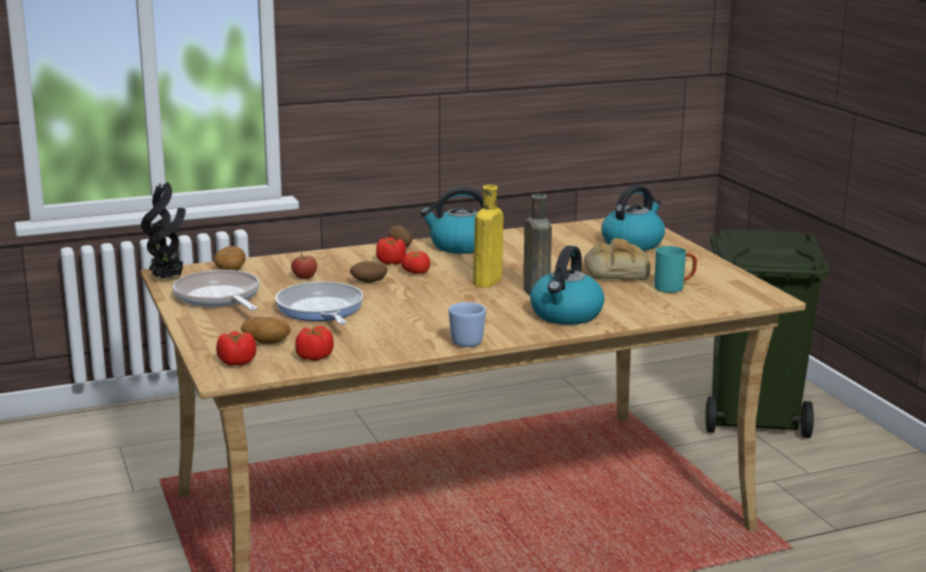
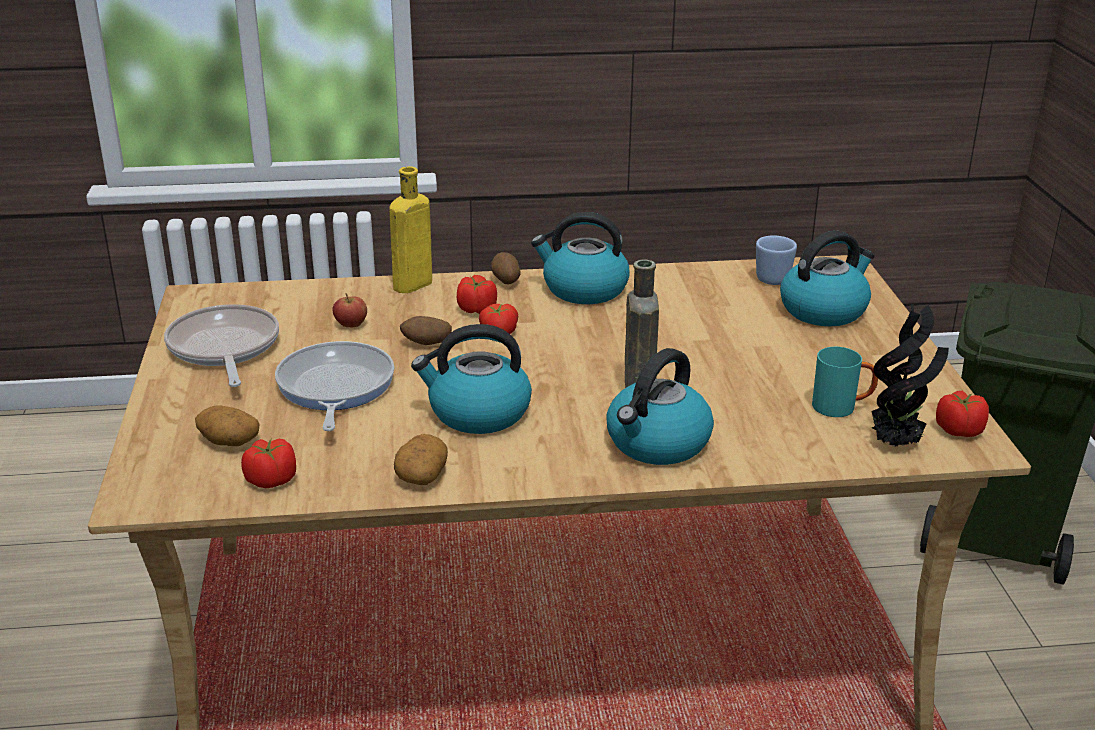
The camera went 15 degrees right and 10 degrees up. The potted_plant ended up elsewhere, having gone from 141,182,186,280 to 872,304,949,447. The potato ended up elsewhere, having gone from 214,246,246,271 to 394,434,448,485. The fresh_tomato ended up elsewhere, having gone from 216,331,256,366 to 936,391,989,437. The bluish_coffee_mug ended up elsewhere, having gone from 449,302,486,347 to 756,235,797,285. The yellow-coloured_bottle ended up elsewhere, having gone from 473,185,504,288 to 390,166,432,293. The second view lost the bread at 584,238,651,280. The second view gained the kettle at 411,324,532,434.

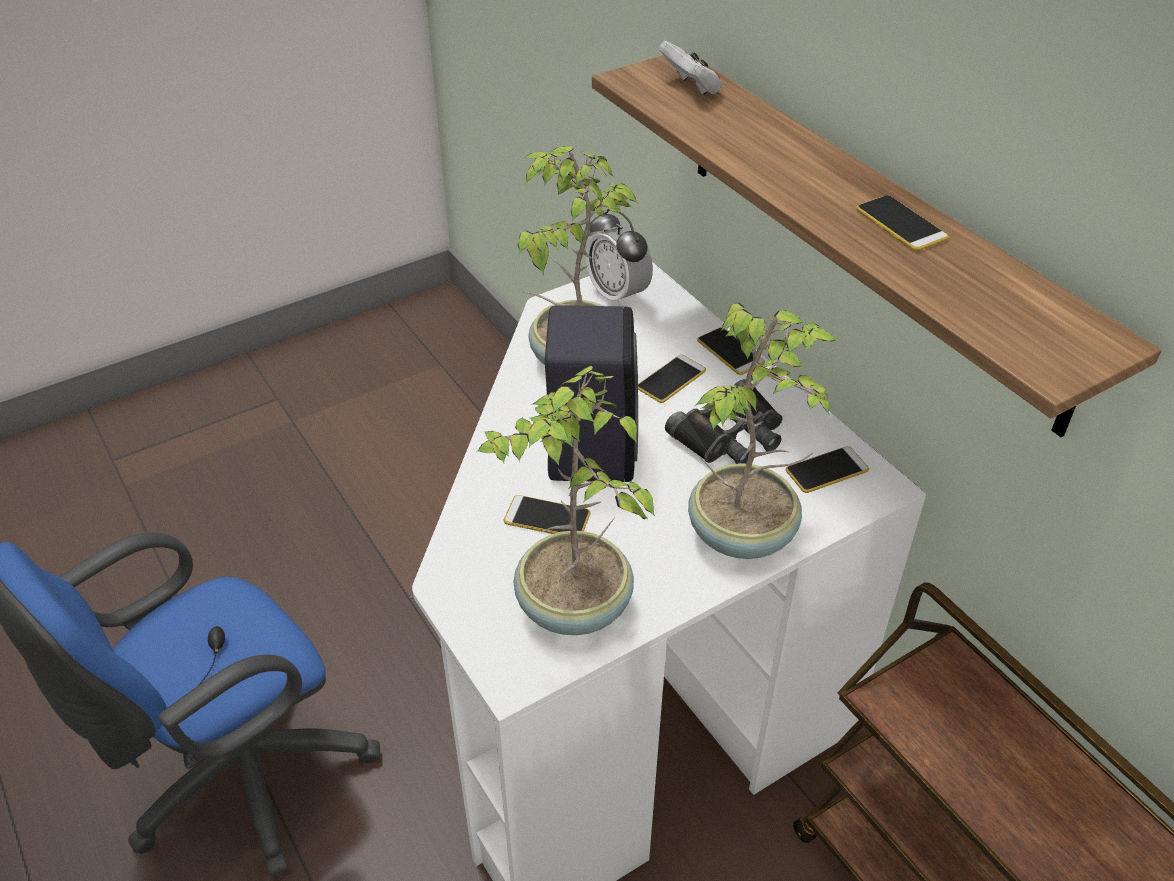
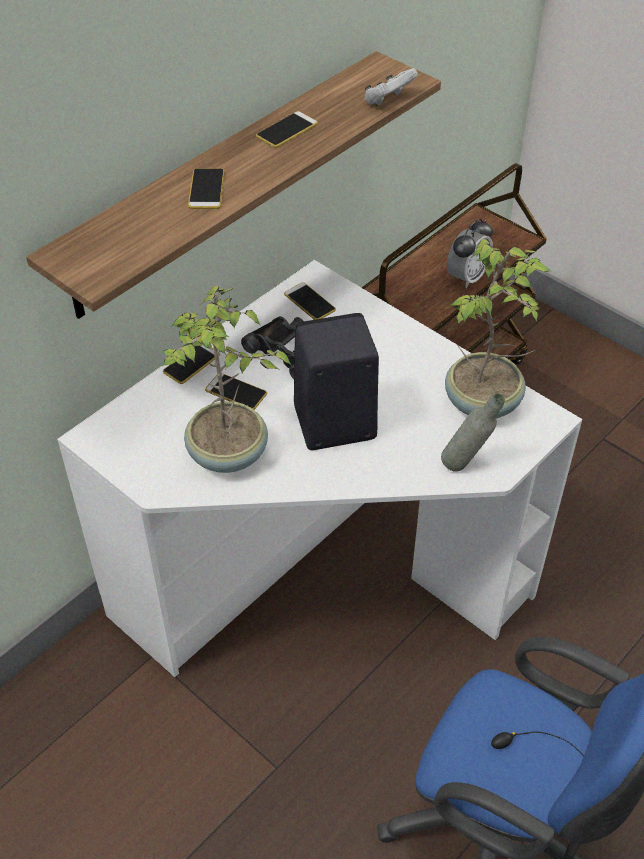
The camera went 105 degrees left and 5 degrees up. The telephone ended up elsewhere, having gone from 504,495,590,534 to 188,168,225,209. The bedside_clock ended up elsewhere, having gone from 586,209,653,306 to 447,218,493,288. The whitish_joypad ended up elsewhere, having gone from 659,41,722,95 to 365,68,418,106. The second view lost the potted_plant at 688,302,839,559. The second view gained the gray_bottle at 441,393,505,472.

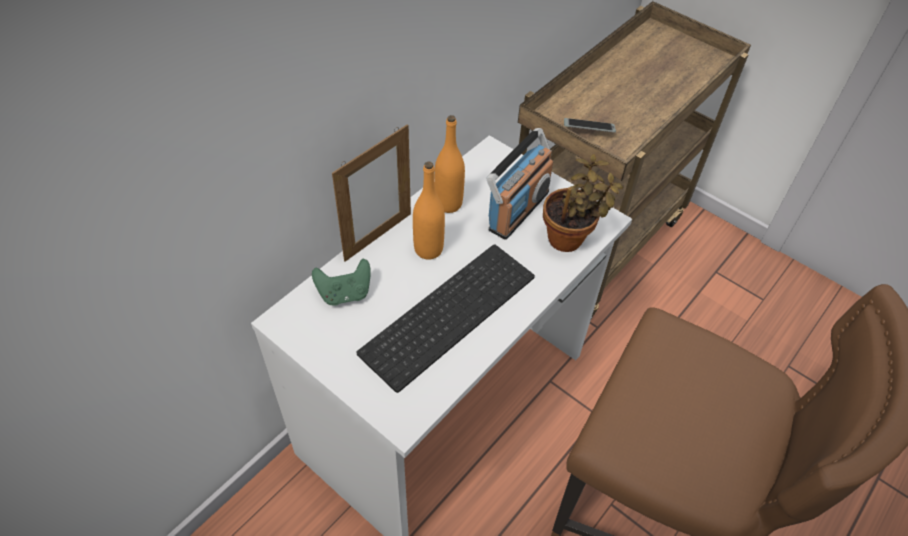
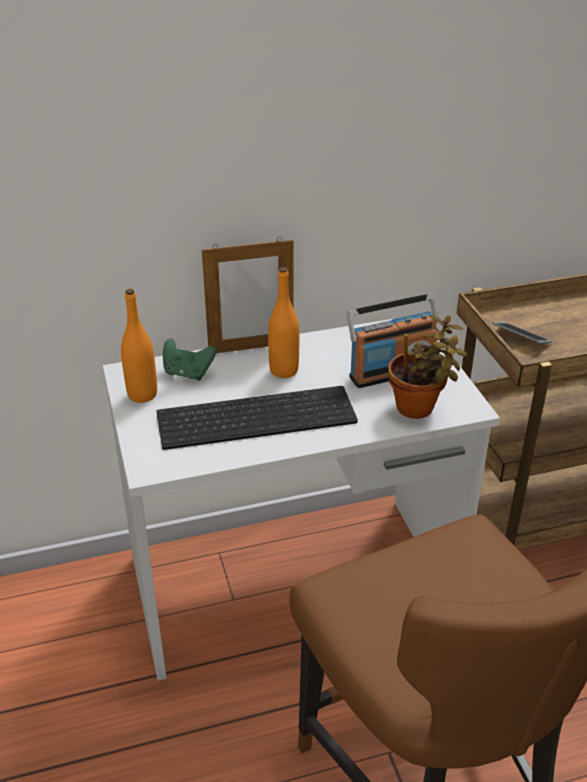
The camera went 35 degrees right and 15 degrees down. The orangey_bottle ended up elsewhere, having gone from 434,115,465,213 to 121,289,157,403.

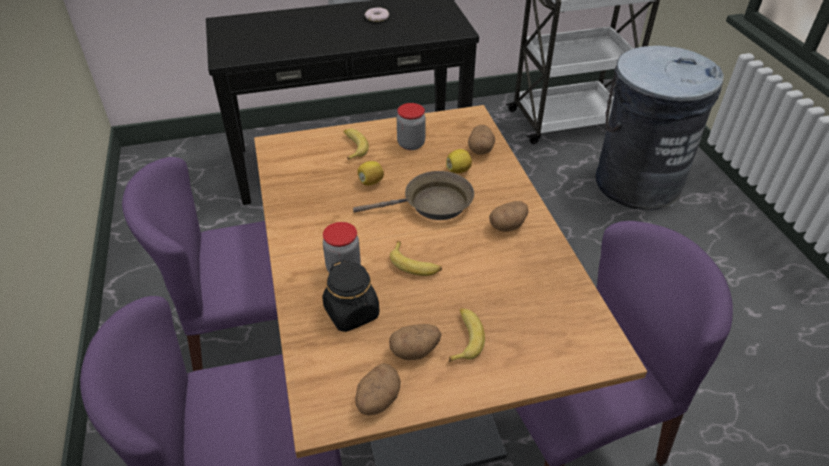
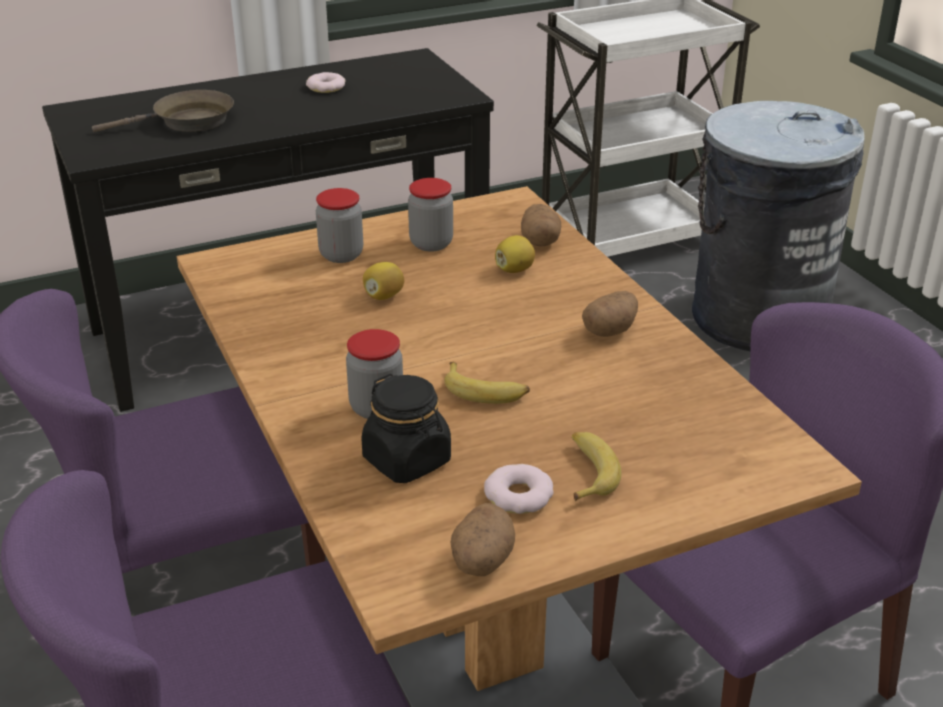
The camera went 10 degrees left and 10 degrees down. Where the banana stood at 343,129,369,161, the storage_jar came to stand at 316,188,363,263. The brown_frying_pan ended up elsewhere, having gone from 353,171,474,220 to 92,90,234,132. Where the potato stood at 389,324,442,360, the donut came to stand at 484,464,553,514.

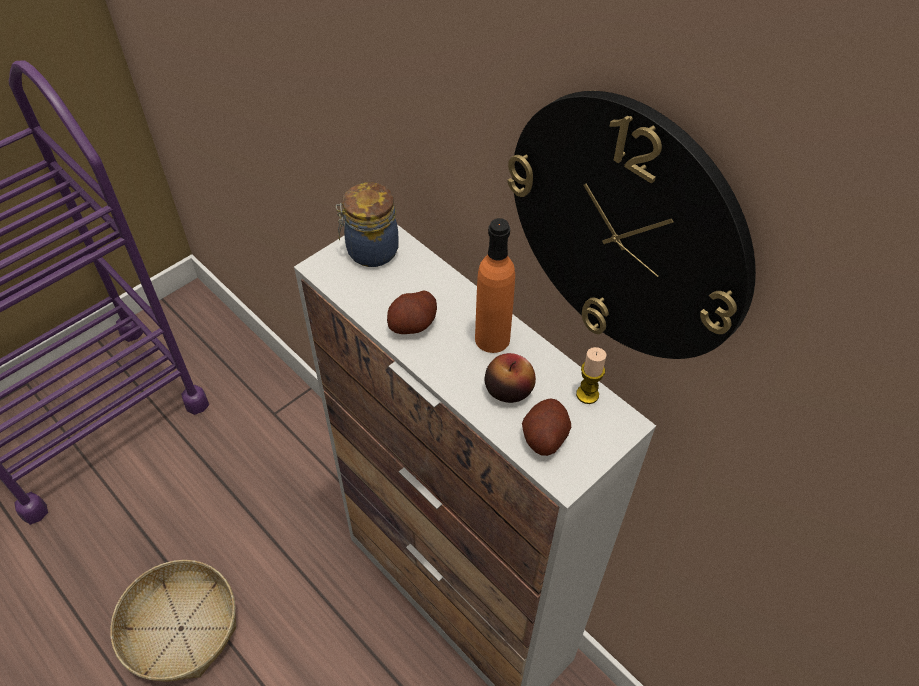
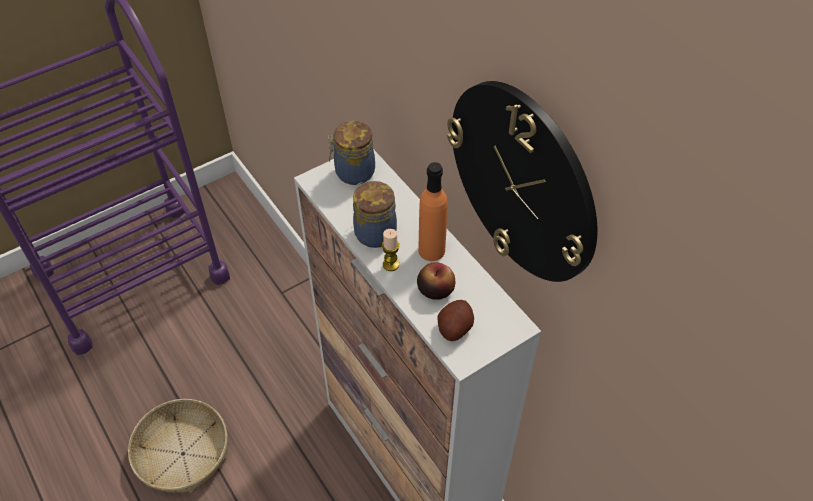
The camera went 10 degrees right and 0 degrees up. Where the potato stood at 387,290,437,334, the storage_jar came to stand at 353,181,397,248. The wax_candle ended up elsewhere, having gone from 576,347,606,404 to 382,229,399,271.

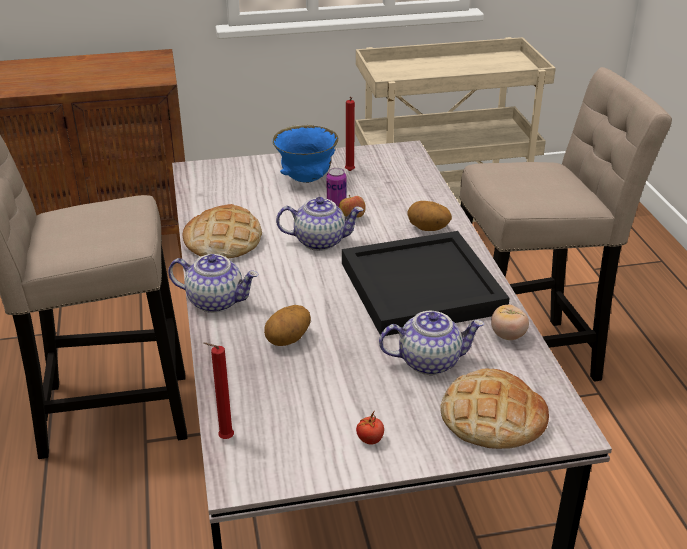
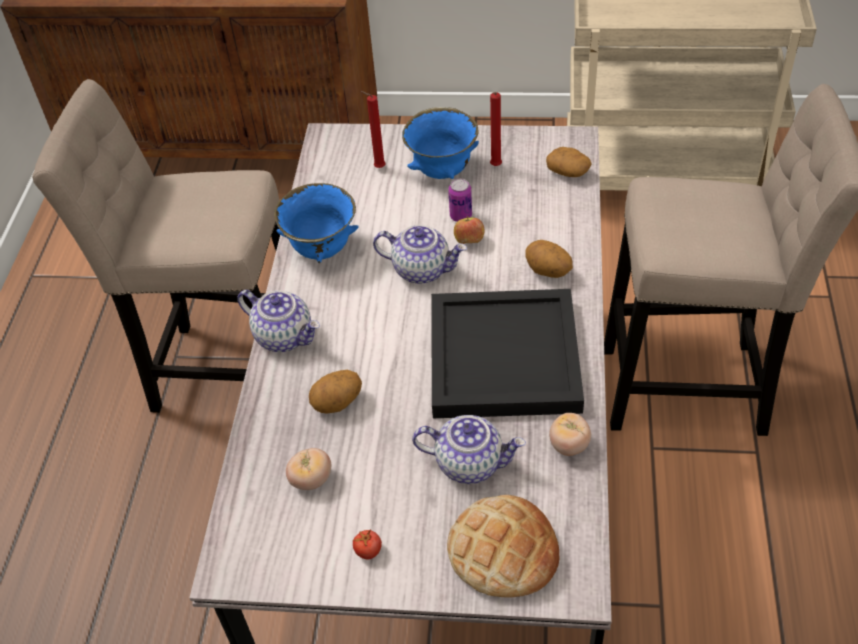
The camera went 20 degrees right and 15 degrees up. Where the bread stood at 182,204,262,258, the bluish_serving_bowl came to stand at 274,183,359,263. The reddish_wax_candle ended up elsewhere, having gone from 203,342,234,439 to 360,91,386,168. The second view gained the fresh_tomato at 286,448,331,490. The second view gained the potato at 546,147,591,177.

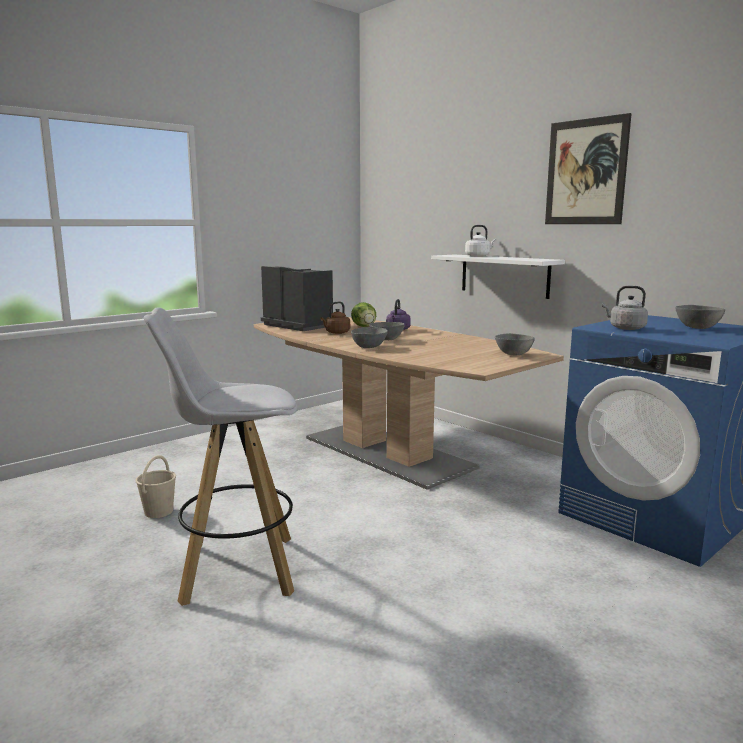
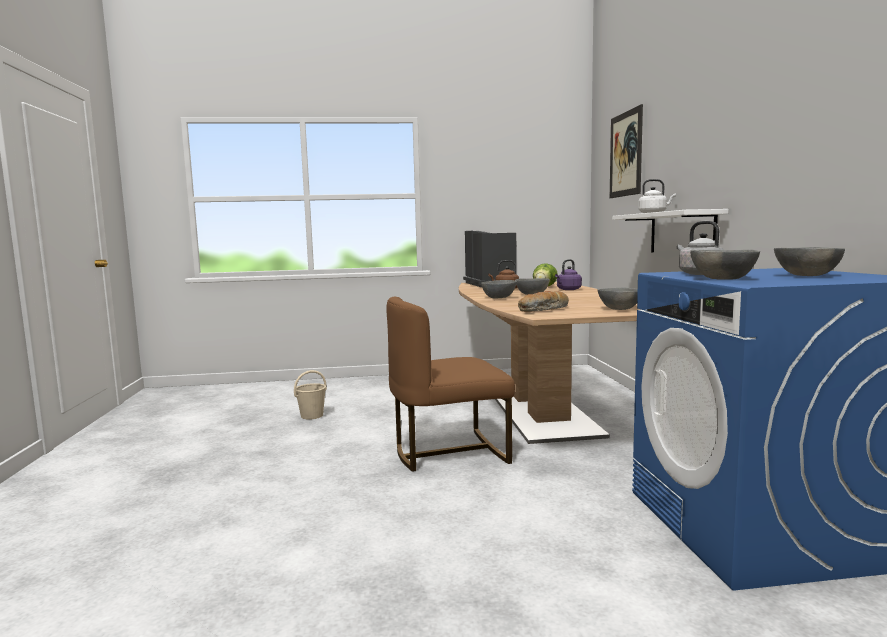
The camera went 35 degrees right and 5 degrees down. The second view lost the whitish_stool_seat at 144,307,298,606. The wall_picture ended up elsewhere, having gone from 545,113,632,224 to 610,104,643,198. The second view gained the brown_plain_chair at 386,297,515,472. The second view gained the bread at 518,291,569,312. The second view gained the gray_serving_bowl at 690,250,760,280.

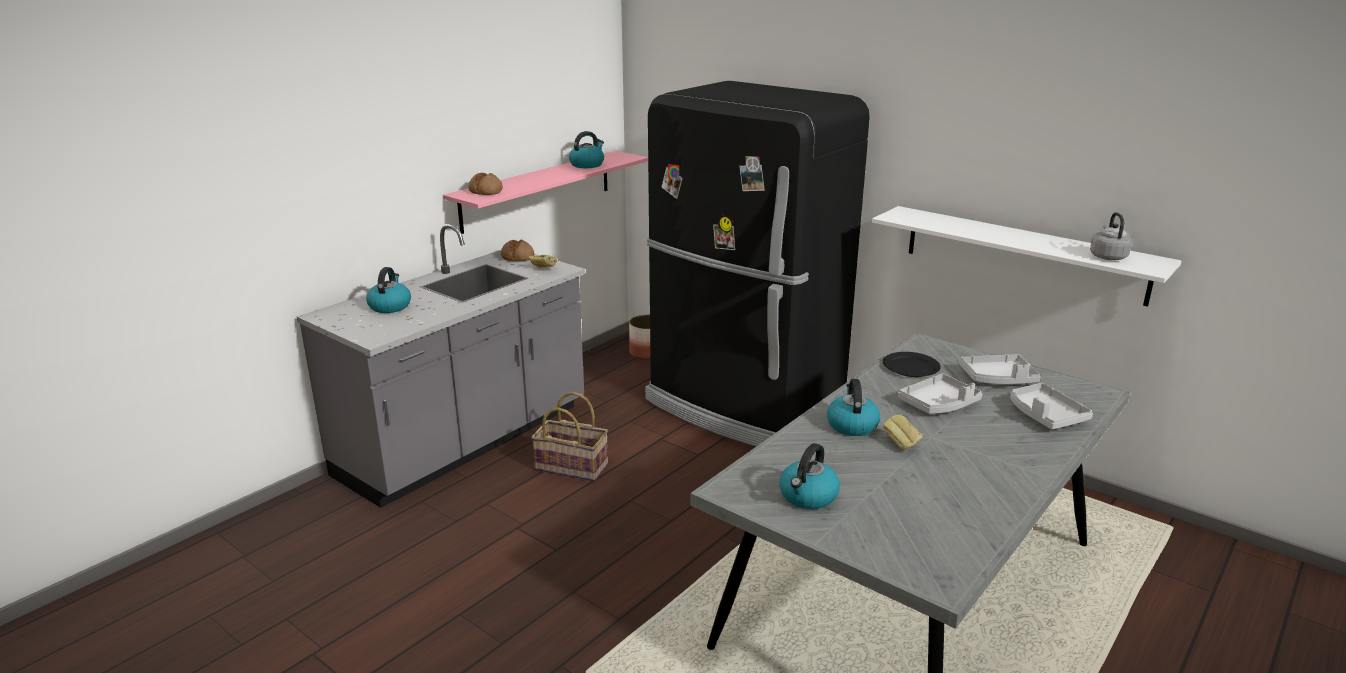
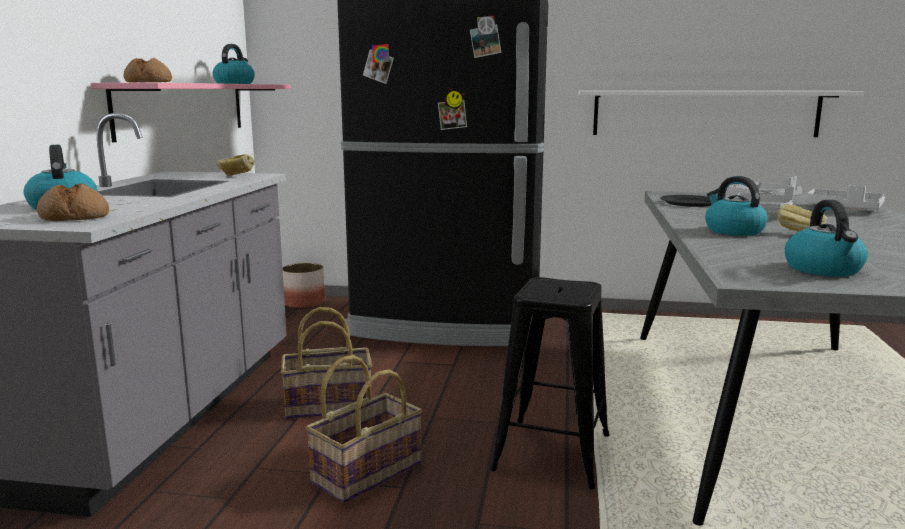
The camera went 30 degrees left and 10 degrees down. The bread ended up elsewhere, having gone from 501,240,534,261 to 37,183,109,221. The second view lost the gray_kettle at 1090,212,1132,260. The second view gained the storage_basket at 306,355,423,503. The second view gained the black-coloured_stool_seat at 490,277,610,490.

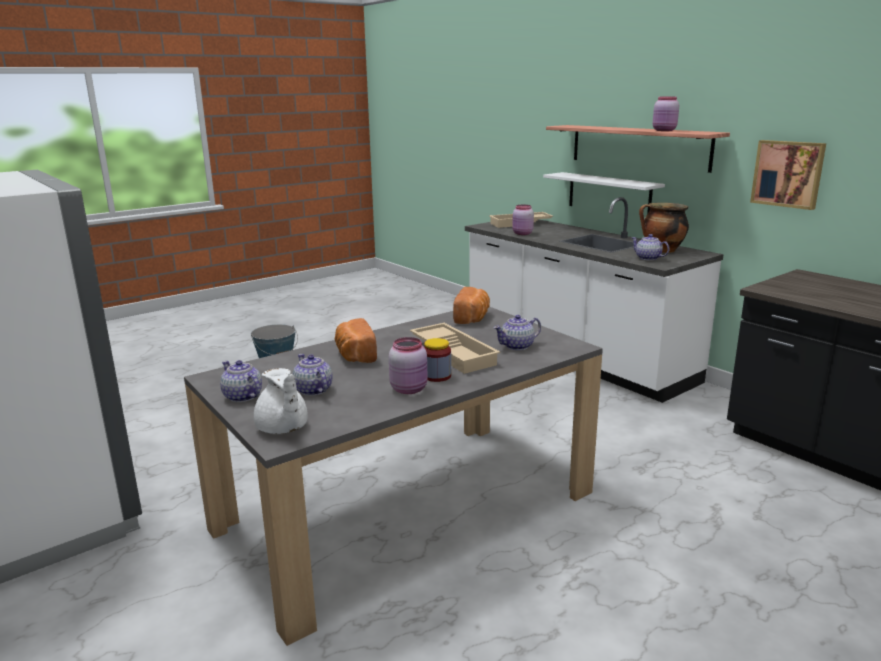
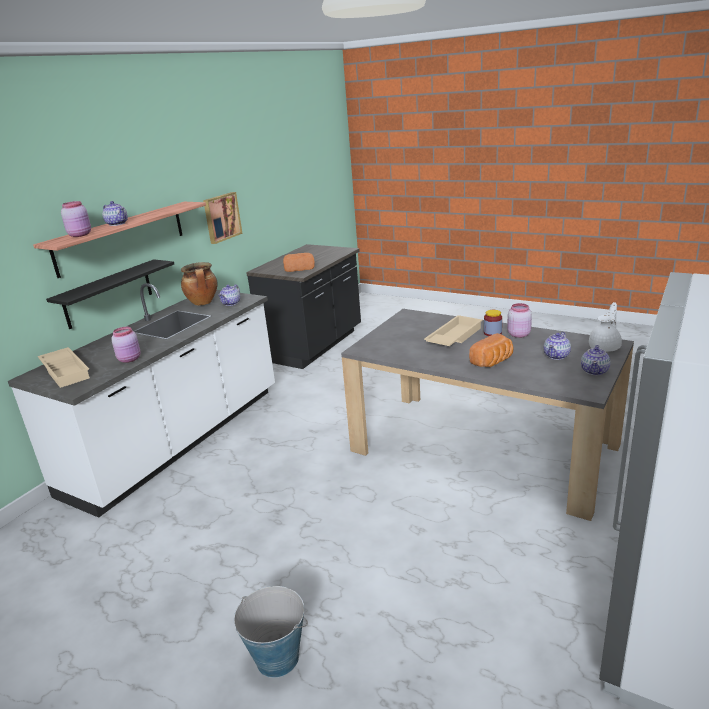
The camera went 110 degrees left and 5 degrees up. The bread ended up elsewhere, having gone from 453,287,490,324 to 283,253,315,272. The pot_for_tea ended up elsewhere, having gone from 493,315,541,350 to 102,201,128,226. What was the whitish_wall_shelf at 543,172,665,214 turned into the black-coloured_wall_shelf at 46,259,174,329. The pink_storage_jar ended up elsewhere, having gone from 653,96,679,131 to 61,201,91,237.

